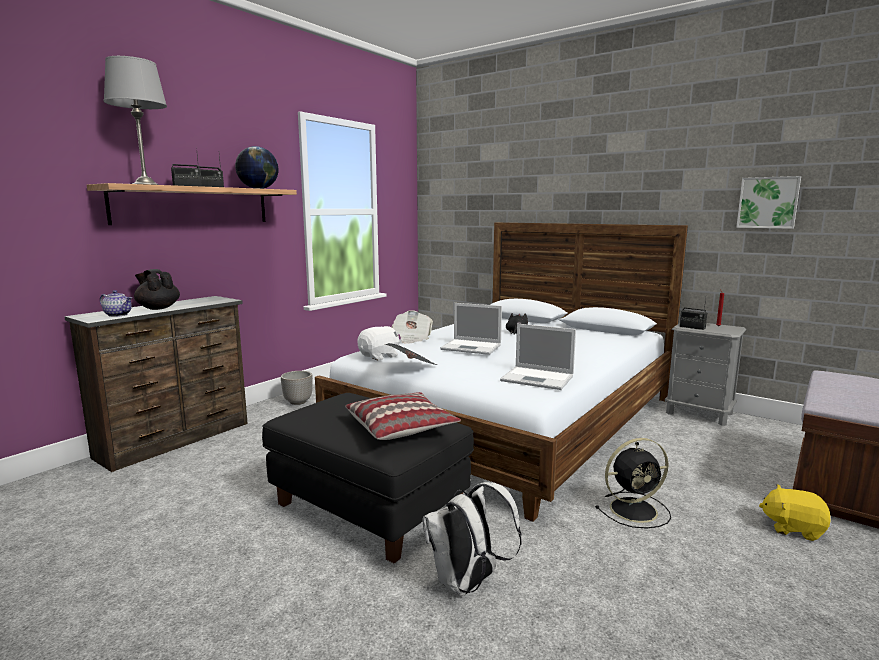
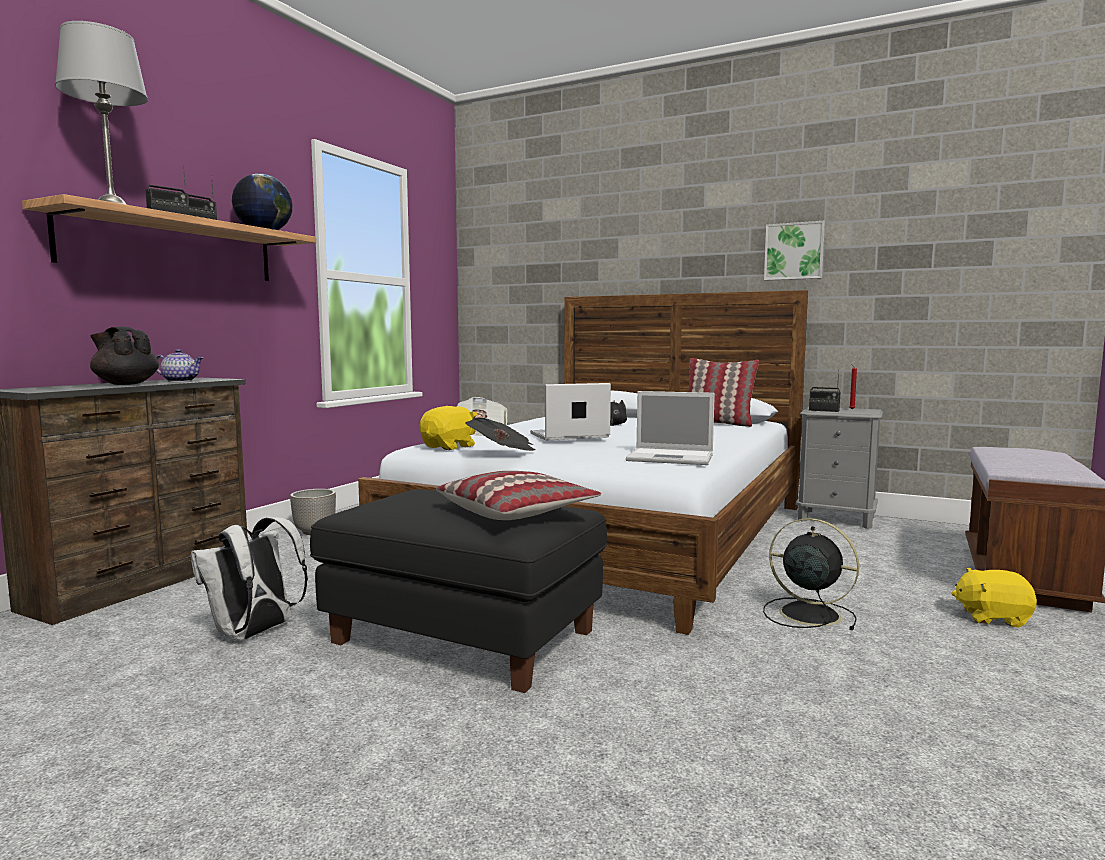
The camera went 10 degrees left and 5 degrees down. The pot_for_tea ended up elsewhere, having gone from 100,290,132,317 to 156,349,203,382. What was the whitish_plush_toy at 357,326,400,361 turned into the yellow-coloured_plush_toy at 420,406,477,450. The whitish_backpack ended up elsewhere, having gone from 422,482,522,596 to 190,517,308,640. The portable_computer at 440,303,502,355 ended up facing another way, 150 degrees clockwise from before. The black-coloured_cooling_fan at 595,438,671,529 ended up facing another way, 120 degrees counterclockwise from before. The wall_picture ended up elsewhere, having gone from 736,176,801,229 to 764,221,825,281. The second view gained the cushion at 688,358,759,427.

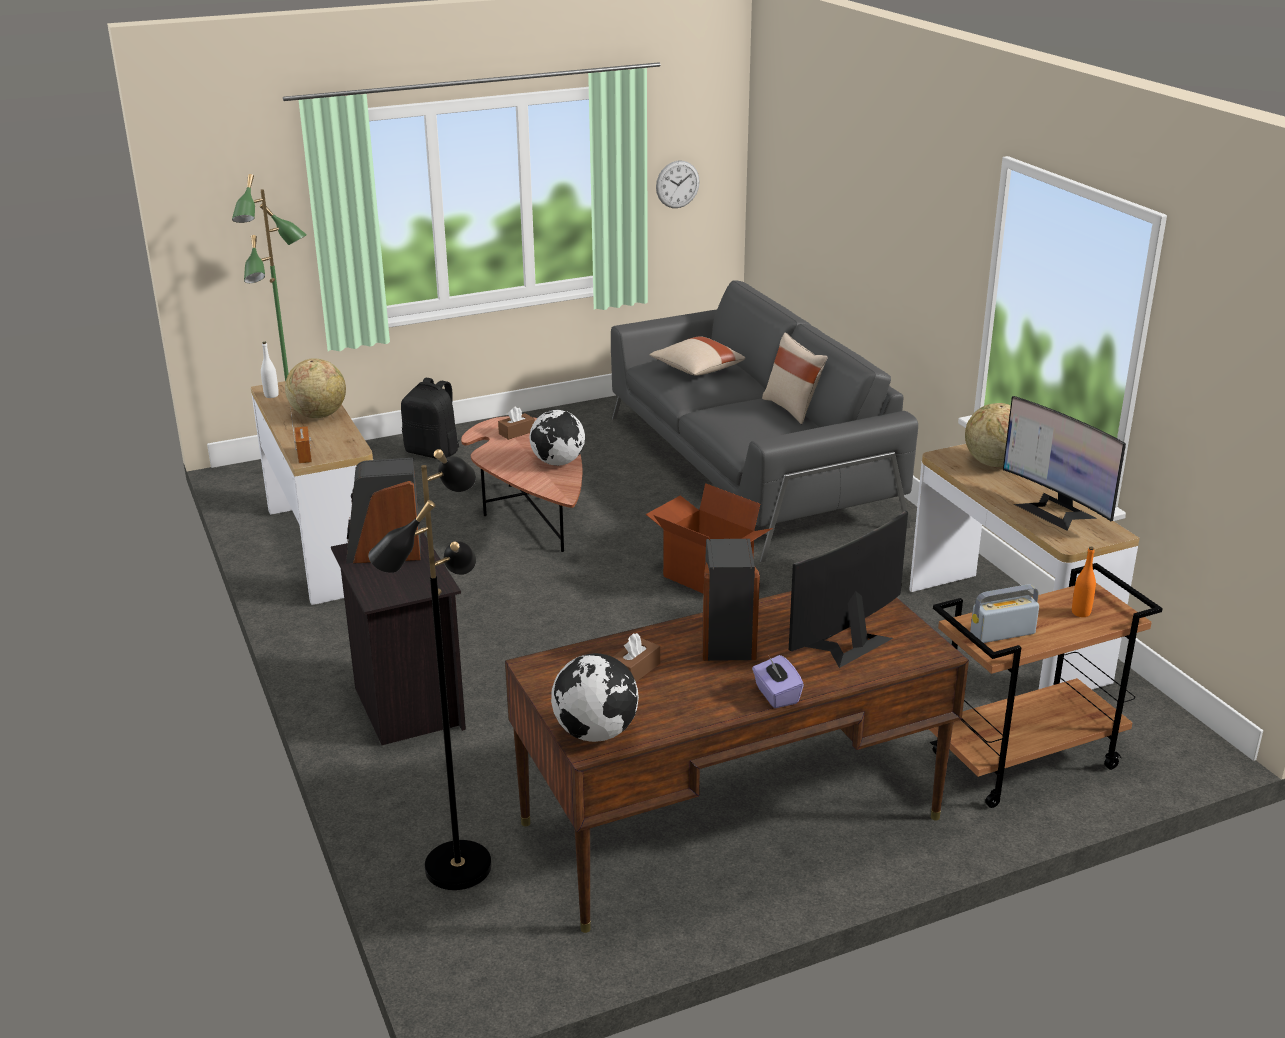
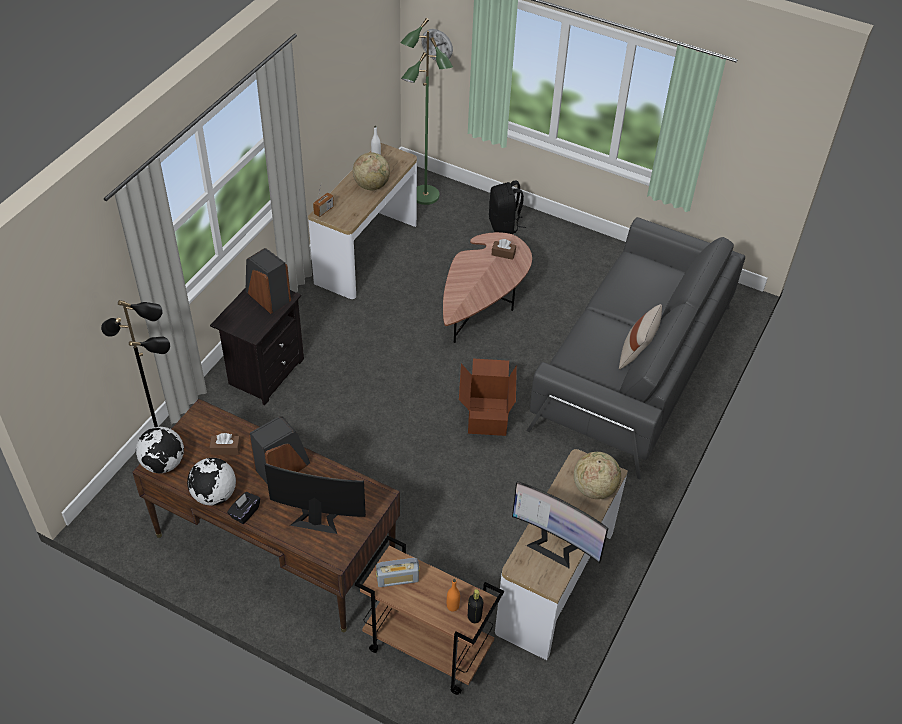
The camera went 50 degrees right and 20 degrees up. The desk_globe ended up elsewhere, having gone from 529,410,585,466 to 187,458,236,506. The second view lost the beige_cushion at 649,336,745,376. The hanging_clock ended up elsewhere, having gone from 656,161,700,208 to 422,29,453,60. What was the purple-coloured_tissue_box at 752,655,804,708 turned into the black-coloured_tissue_box at 227,492,260,524. The radio_set at 970,584,1039,643 ended up facing another way, 135 degrees clockwise from before. The monitor at 1003,396,1126,531 ended up facing another way, 75 degrees counterclockwise from before. The second view gained the black-coloured_bottle at 468,589,483,623.

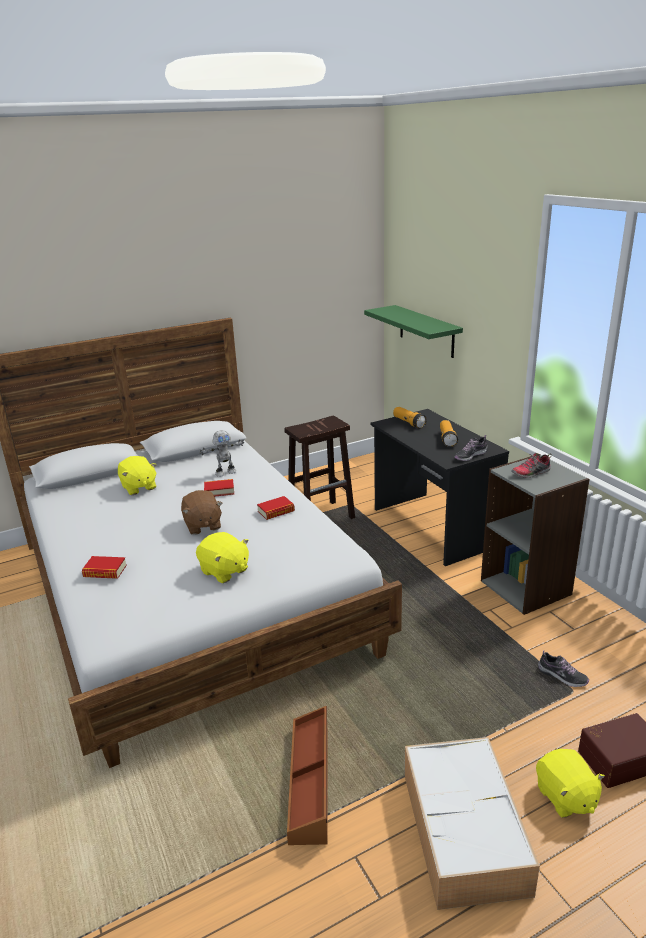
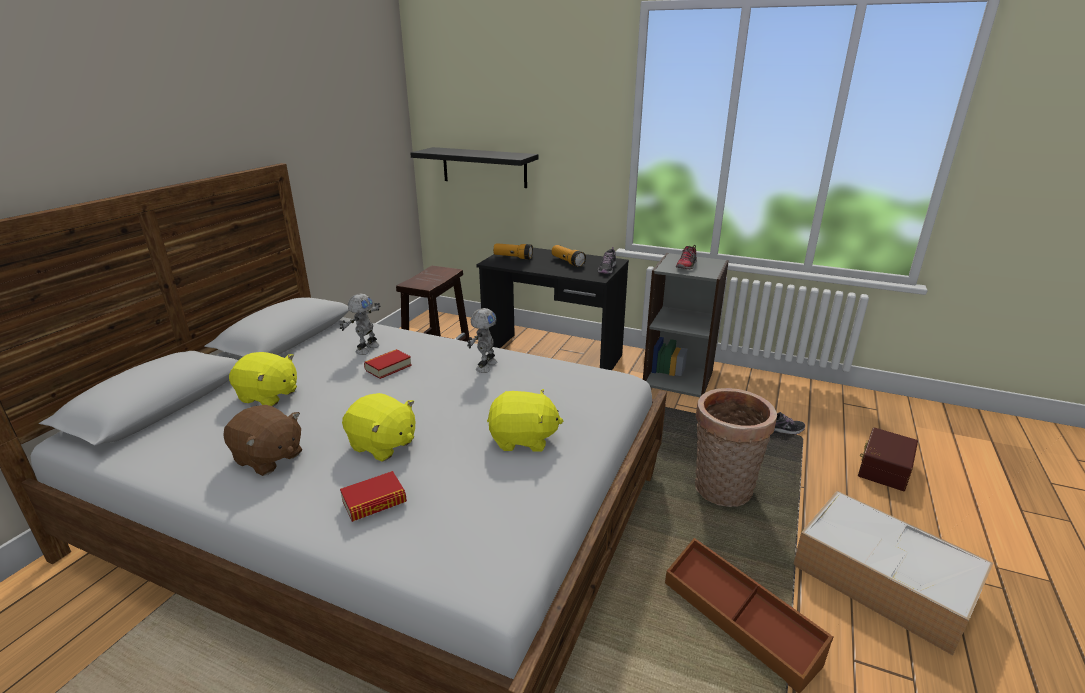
The camera went 40 degrees left and 0 degrees up. The brown_plush_toy ended up elsewhere, having gone from 181,490,222,535 to 223,405,302,476. Where the volume stood at 257,496,295,520, the robot_figure came to stand at 467,308,498,373. What was the green-coloured_wall_shelf at 364,305,463,358 turned into the black-coloured_wall_shelf at 410,147,538,188. The yellow-coloured_plush_toy ended up elsewhere, having gone from 536,749,605,818 to 342,393,415,461. The second view gained the storage_basket at 695,388,777,507.

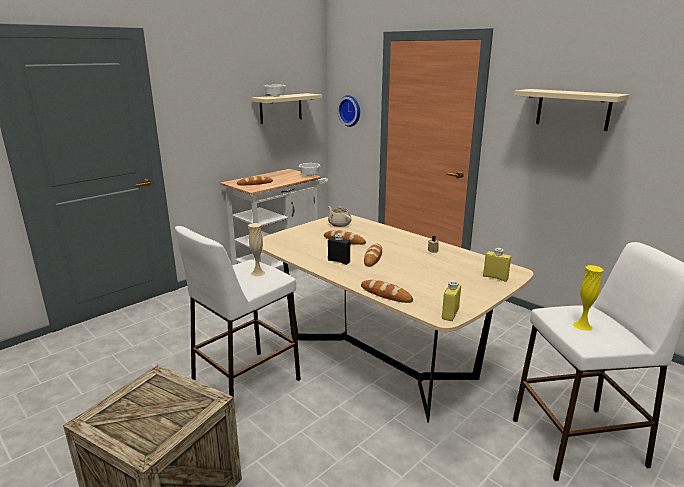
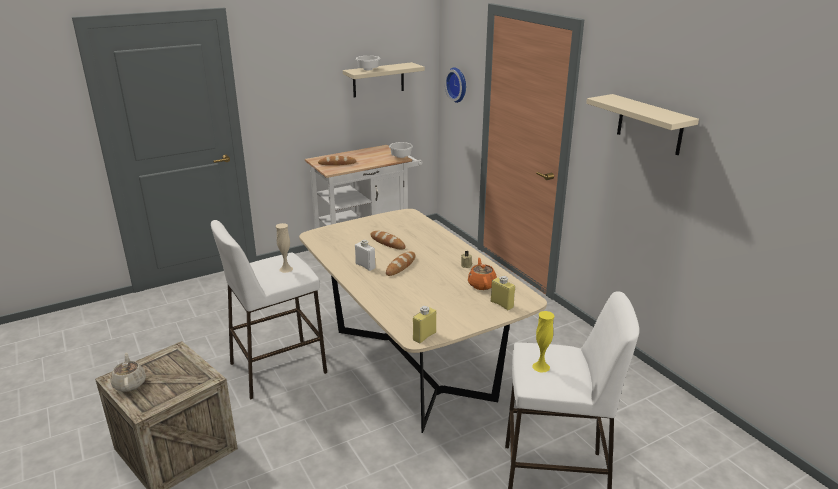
The camera went 15 degrees right and 5 degrees up. The beige_pot_for_tea ended up elsewhere, having gone from 328,206,351,227 to 110,352,146,392. What was the black-coloured_bottle at 328,233,350,265 turned into the whitish_bottle at 355,240,375,271. The second view lost the bread at 361,280,413,303. The second view gained the orangey_pot_for_tea at 468,258,497,290.

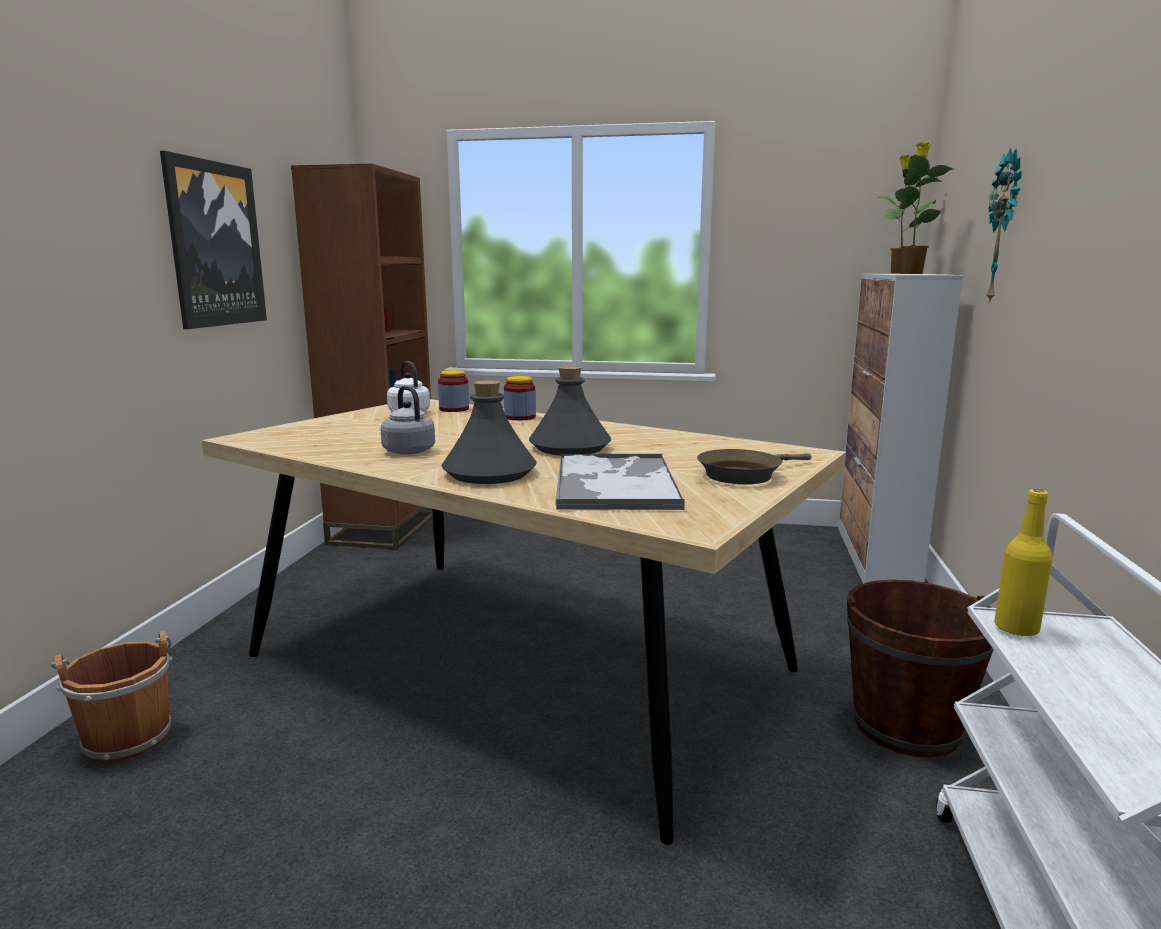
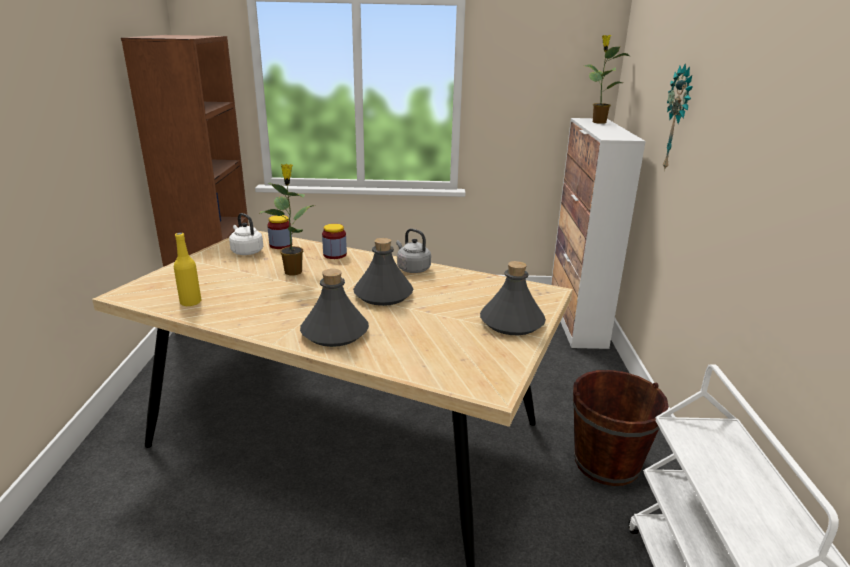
The camera went 10 degrees left and 10 degrees up. The second view lost the brown_pail at 51,631,173,763. The second view lost the wall_picture at 160,151,267,329. The gray_kettle ended up elsewhere, having gone from 380,386,435,455 to 396,228,431,273. The second view lost the carrying_tray at 555,454,684,510. Where the brown_frying_pan stood at 697,449,812,484, the gray_bottle came to stand at 480,261,546,335. The potted_plant ended up elsewhere, having gone from 895,142,954,274 to 259,164,316,275. The yellow-coloured_bottle ended up elsewhere, having gone from 994,489,1052,636 to 174,233,201,306.

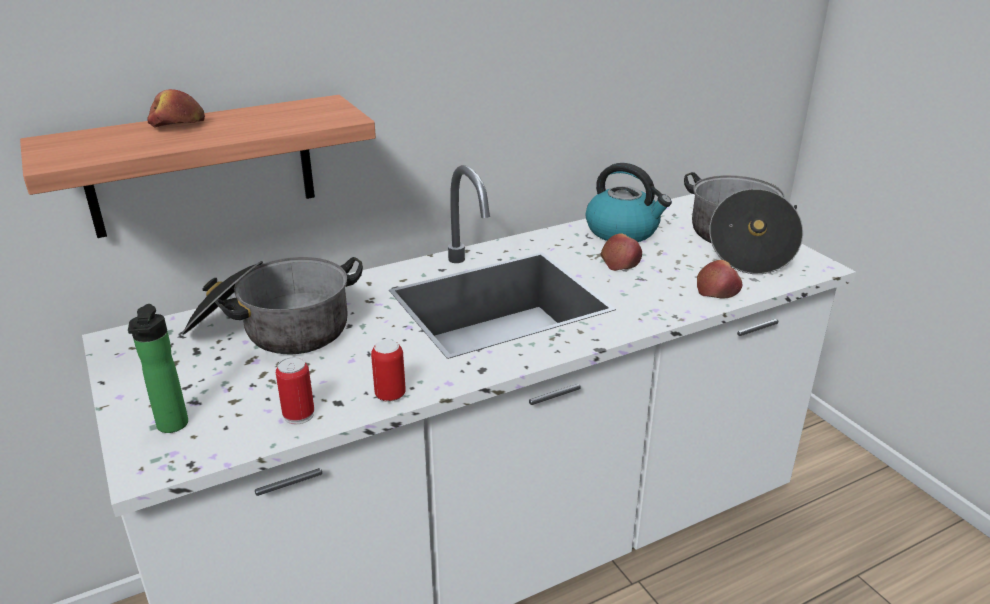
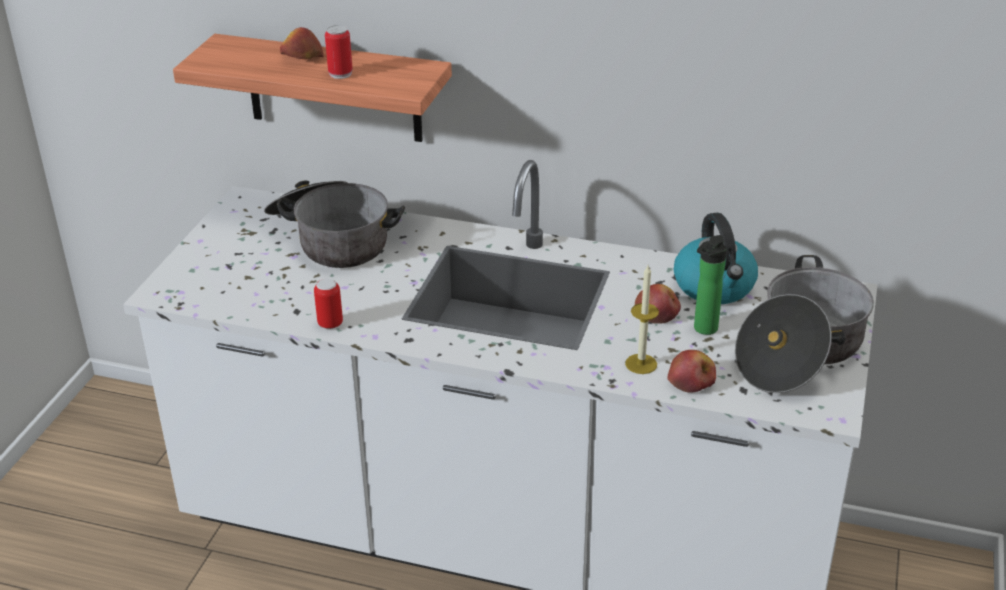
The camera went 45 degrees right and 5 degrees up. The bottle ended up elsewhere, having gone from 128,304,188,433 to 694,235,727,335. The can ended up elsewhere, having gone from 276,357,314,424 to 325,25,353,79. The second view gained the wax_candle at 625,265,659,374.

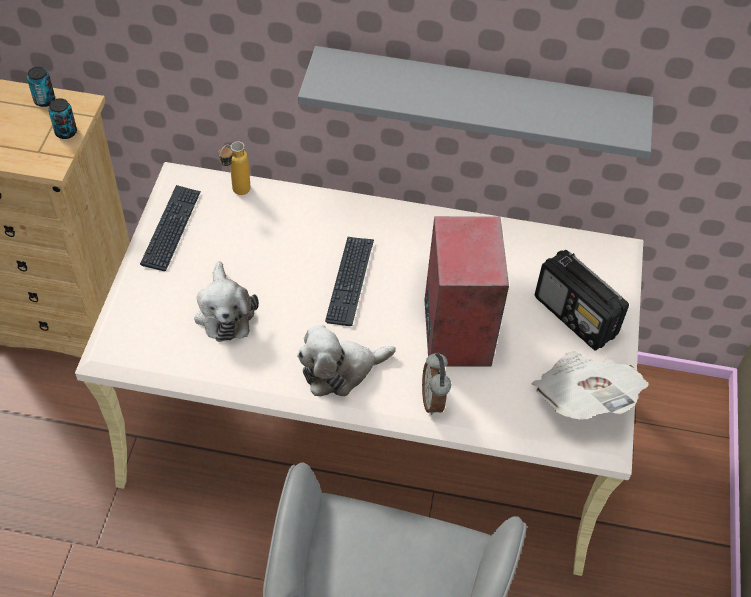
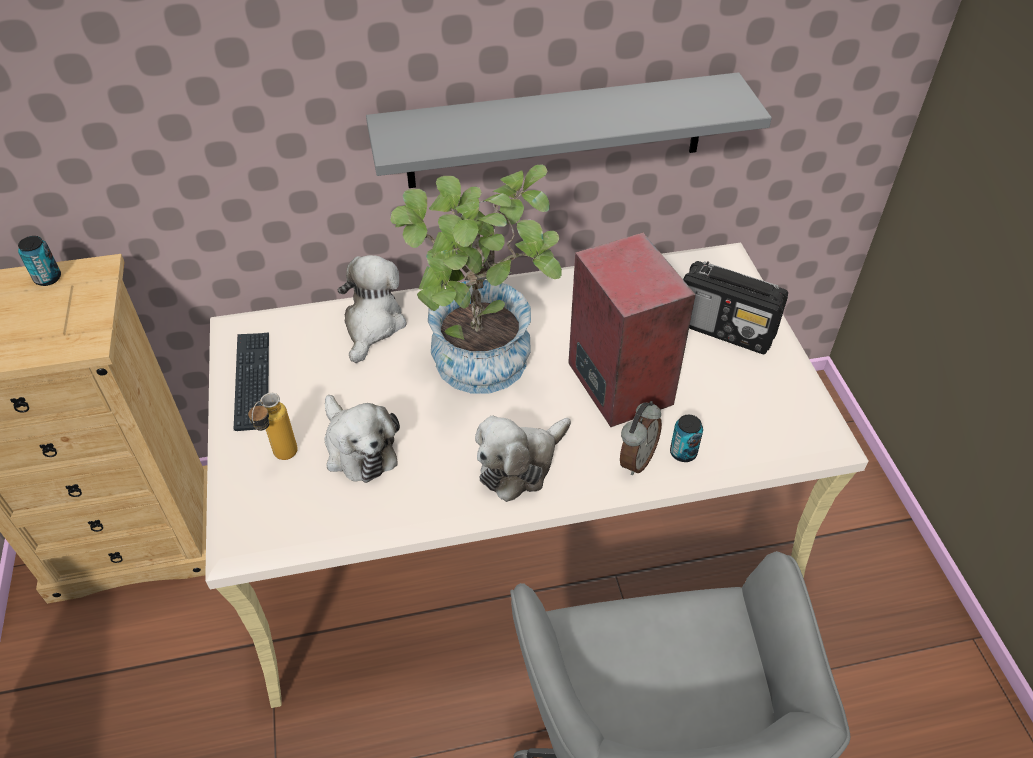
The camera went 20 degrees left and 5 degrees down. The can ended up elsewhere, having gone from 48,98,77,139 to 670,415,703,462. The bottle ended up elsewhere, having gone from 218,142,251,195 to 248,393,298,460. Where the keyboard stood at 325,237,374,326, the potted_plant came to stand at 390,164,562,394. The bedside_clock at 422,352,451,415 ended up facing another way, 120 degrees counterclockwise from before. The second view lost the printed_paper at 531,351,648,420. The second view gained the plush_toy at 338,255,407,363.

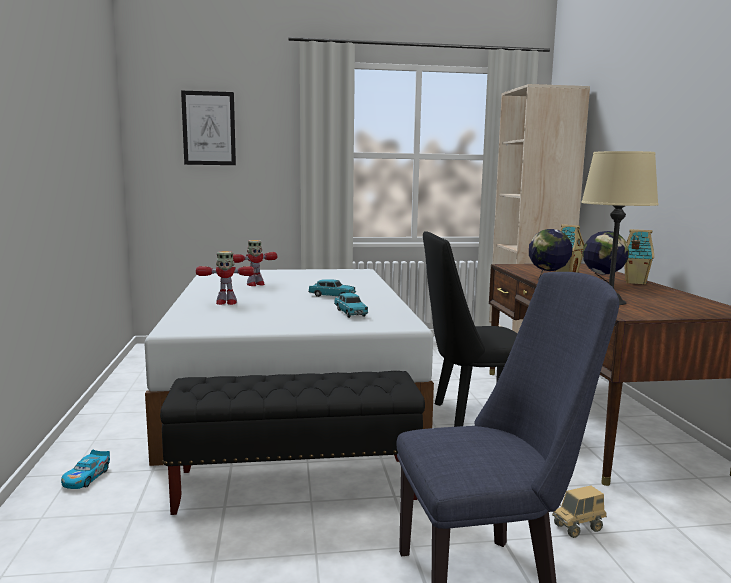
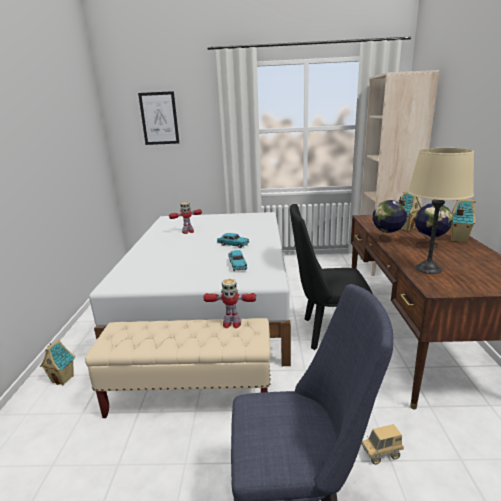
The camera went 10 degrees right and 10 degrees up. Where the model_car stood at 61,450,110,489, the toy_house came to stand at 40,339,75,386. What was the black-coloured_bench at 160,371,425,515 turned into the beige_bench at 85,318,271,418. The robot_figure ended up elsewhere, having gone from 196,251,254,305 to 203,279,256,328.

